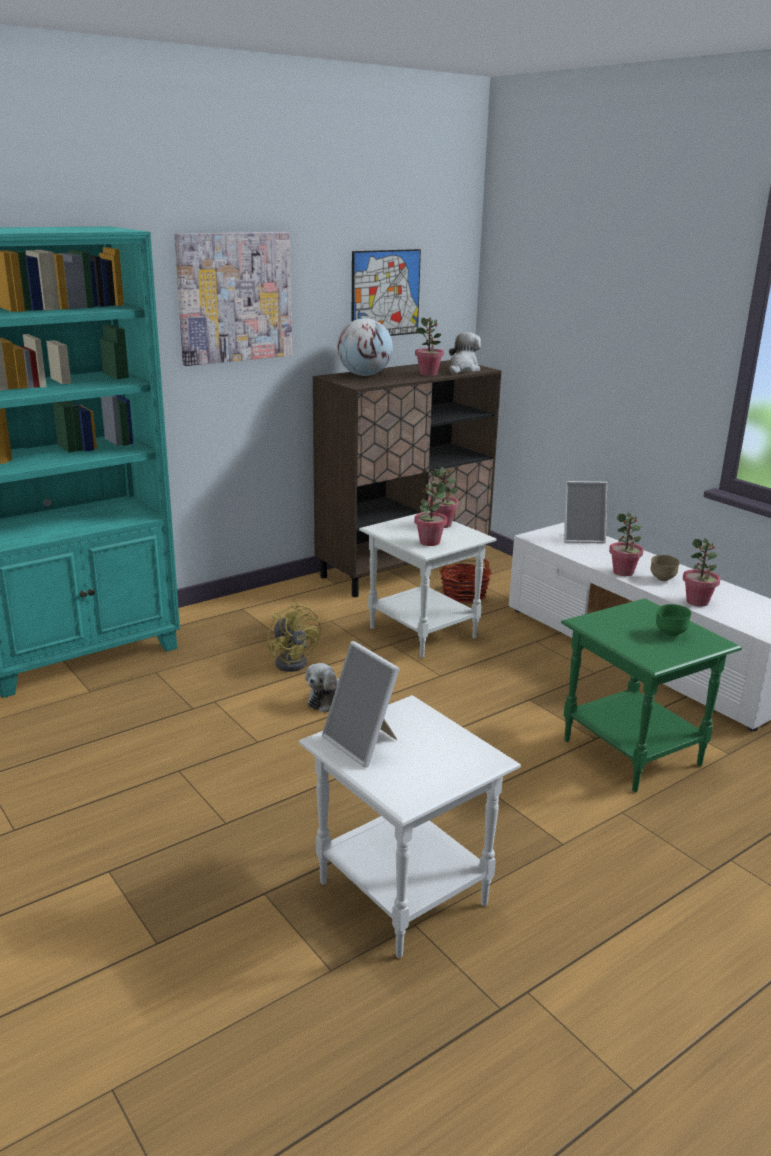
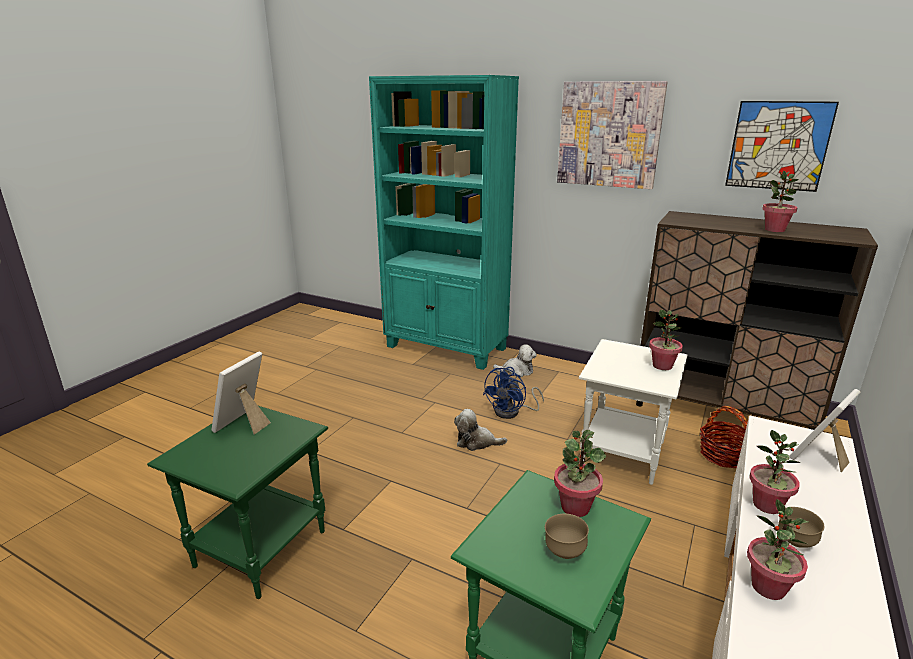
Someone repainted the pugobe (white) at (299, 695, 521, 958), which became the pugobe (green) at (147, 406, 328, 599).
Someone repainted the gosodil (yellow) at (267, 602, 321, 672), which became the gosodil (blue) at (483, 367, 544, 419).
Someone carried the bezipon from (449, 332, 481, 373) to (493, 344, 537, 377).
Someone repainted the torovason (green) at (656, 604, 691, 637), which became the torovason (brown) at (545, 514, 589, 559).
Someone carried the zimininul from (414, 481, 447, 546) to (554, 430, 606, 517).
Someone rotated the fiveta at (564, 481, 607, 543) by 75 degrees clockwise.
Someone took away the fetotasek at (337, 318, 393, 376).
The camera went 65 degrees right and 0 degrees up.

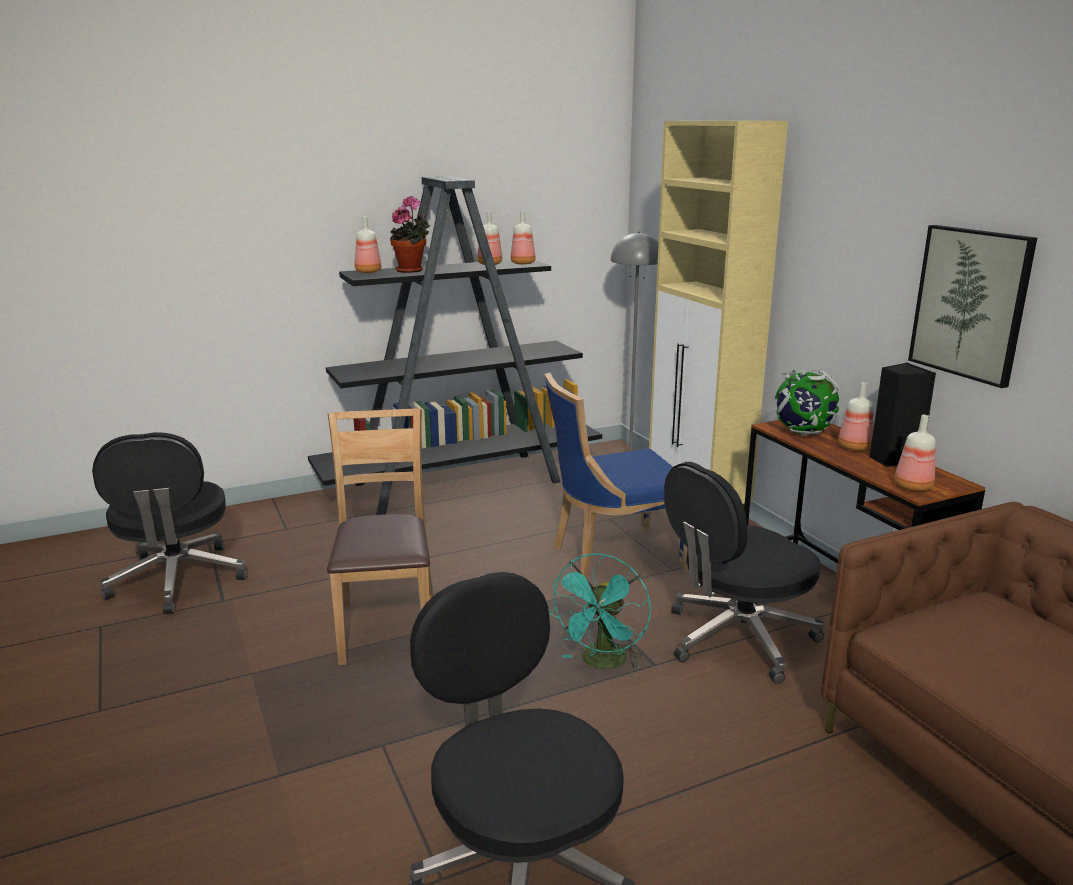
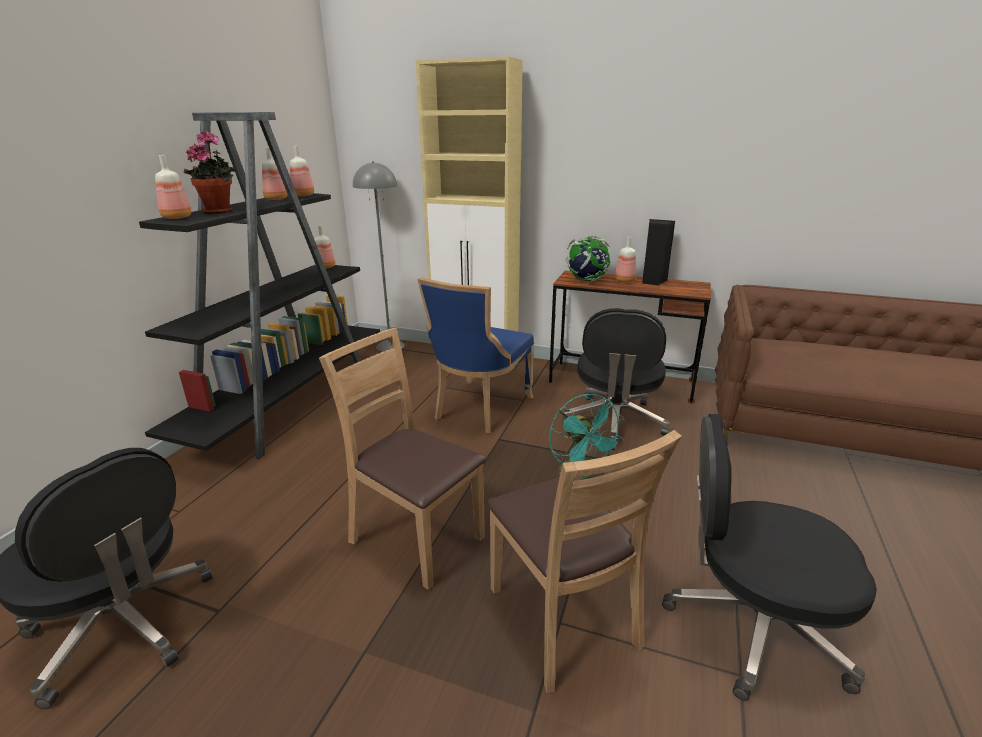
Someone carried the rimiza from (895, 415, 936, 491) to (315, 226, 335, 268).
Someone put down the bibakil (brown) at (487, 430, 682, 693).
Someone took away the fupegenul at (908, 225, 1037, 388).
The camera went 45 degrees left and 5 degrees up.

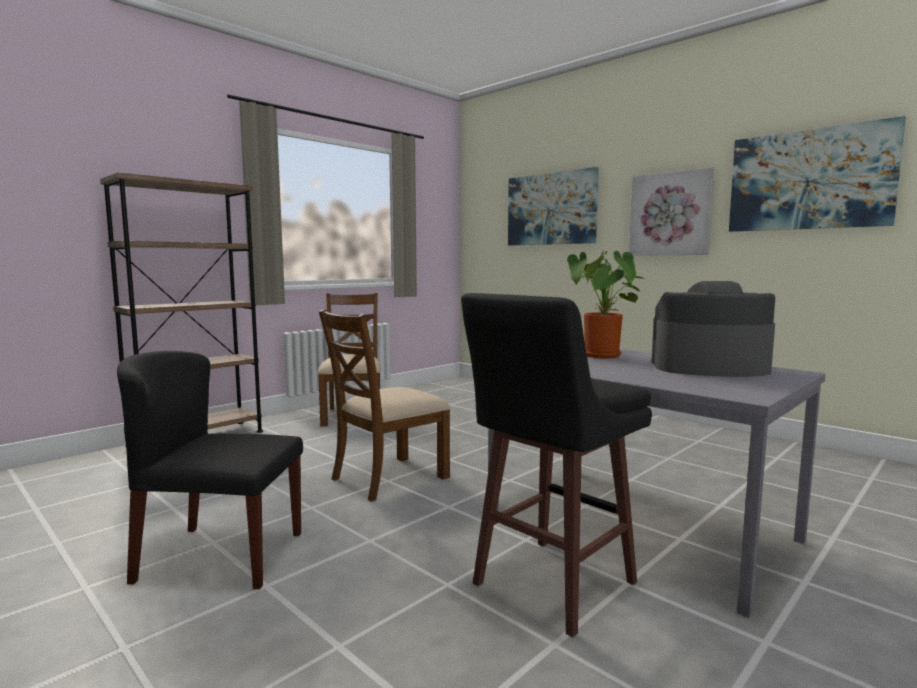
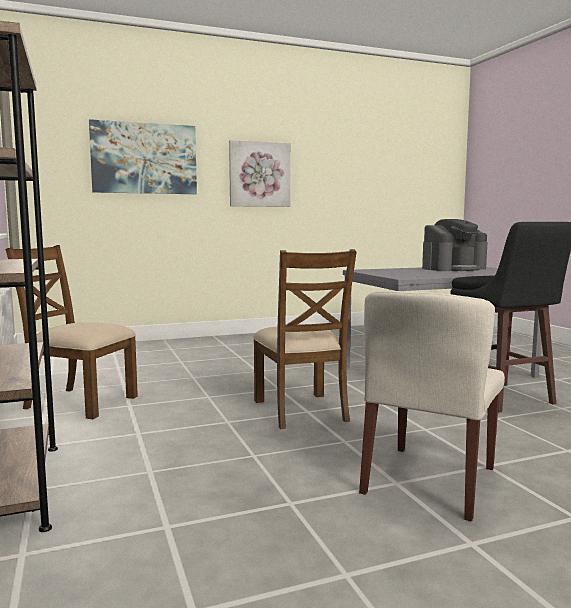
Someone repainted the bibakil (black) at (117, 351, 303, 589), which became the bibakil (beige) at (359, 291, 505, 522).
Someone rotated the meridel at (651, 281, 775, 377) by 150 degrees counterclockwise.
Someone took away the zimininul at (567, 250, 644, 358).
Someone took away the fupegenul at (729, 116, 906, 232).
The camera went 65 degrees left and 0 degrees up.

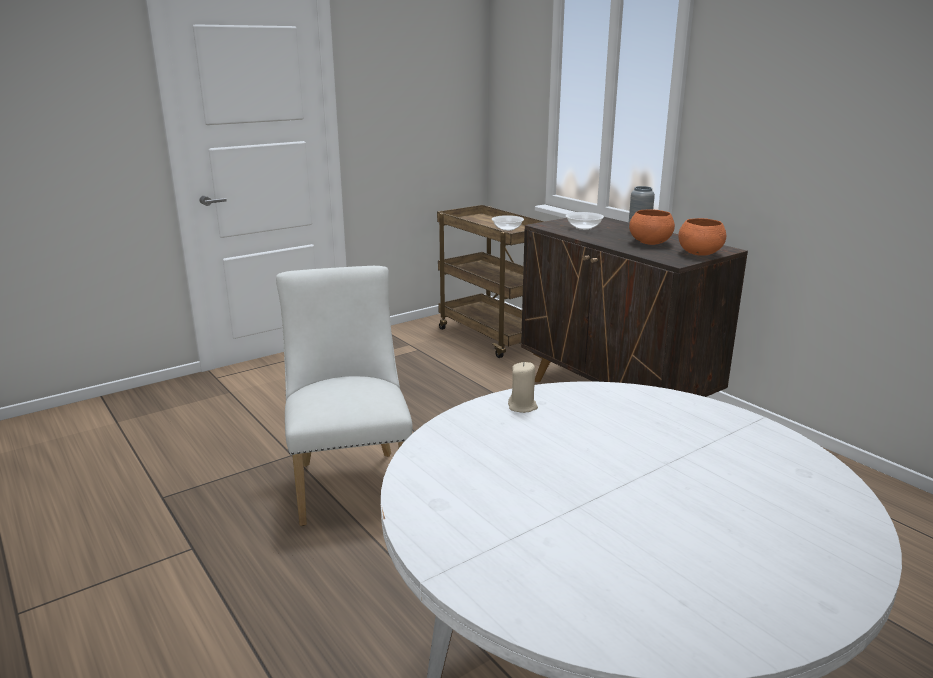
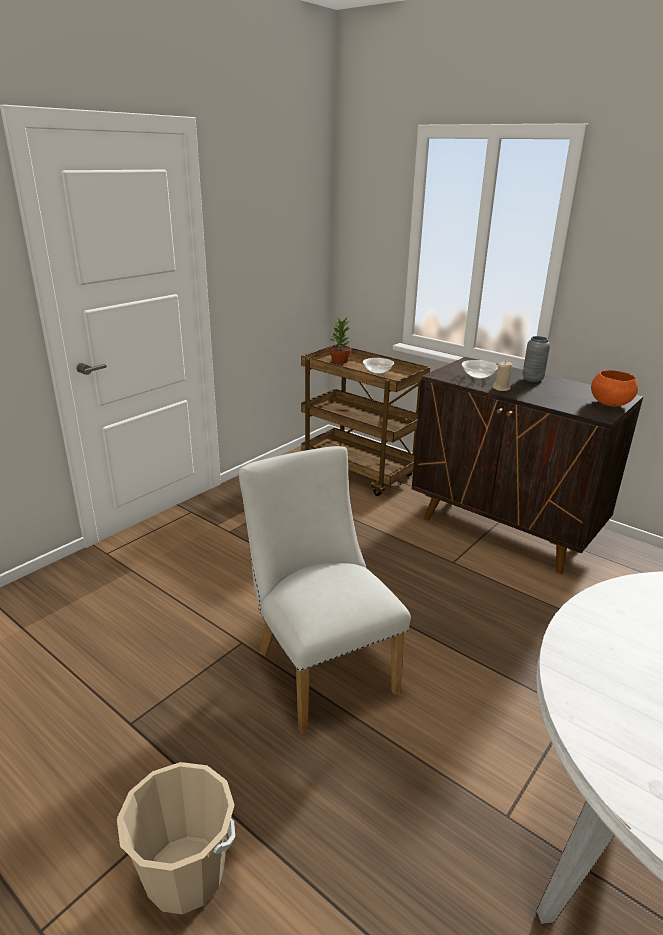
Someone put down the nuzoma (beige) at (117, 762, 235, 914).
Someone put down the zimininul at (329, 316, 351, 364).
Someone carried the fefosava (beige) from (508, 362, 538, 413) to (493, 361, 512, 391).
Someone took away the torovason (orange) at (629, 210, 675, 245).
The camera went 15 degrees left and 5 degrees up.

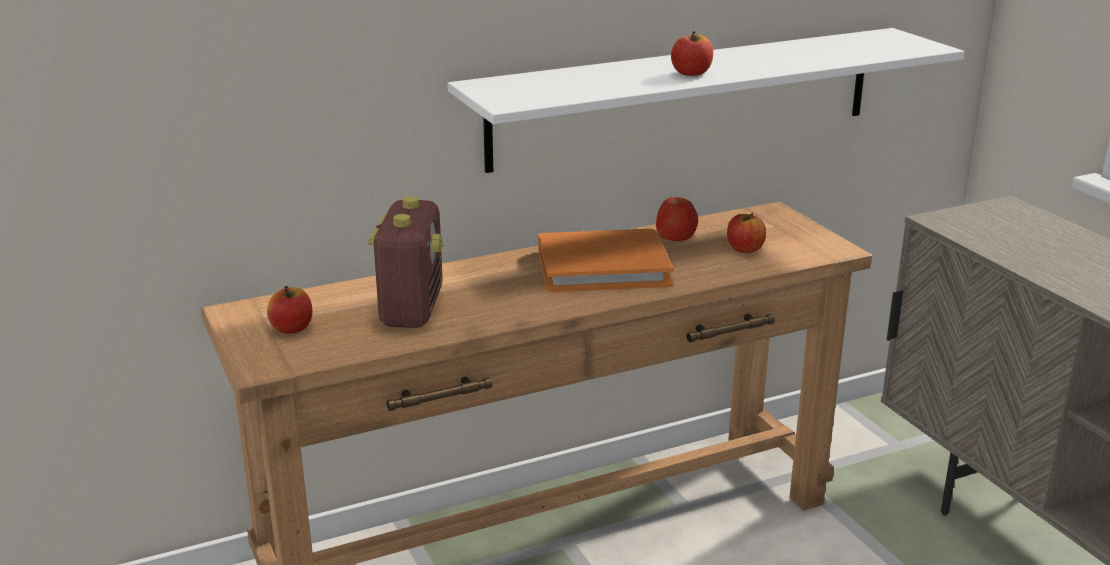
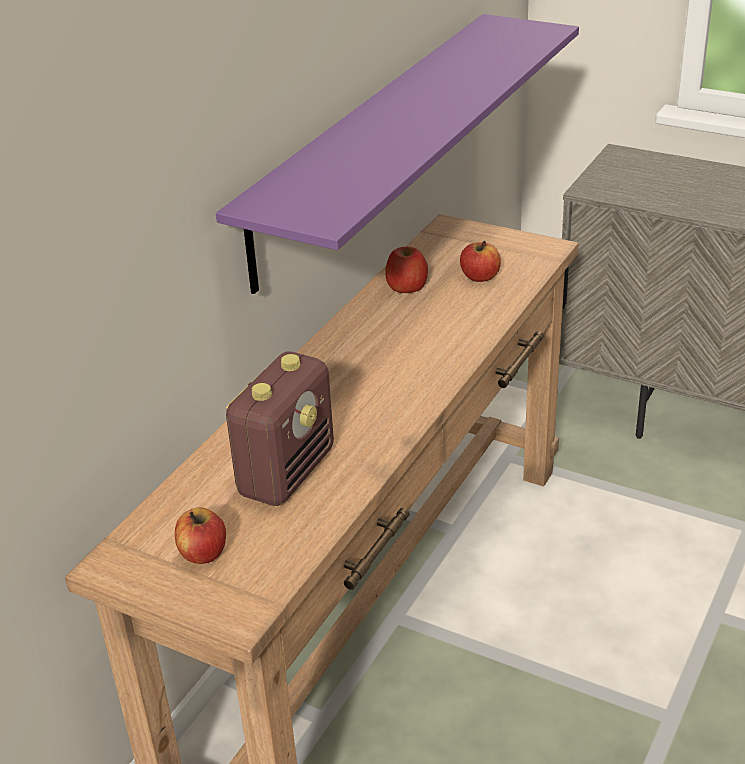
Someone repainted the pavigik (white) at (447, 28, 964, 173), which became the pavigik (purple) at (216, 14, 579, 294).
Someone rotated the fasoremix at (368, 196, 443, 328) by 60 degrees clockwise.
Someone took away the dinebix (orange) at (538, 229, 673, 292).
Someone took away the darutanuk at (671, 31, 713, 76).
The camera went 35 degrees left and 10 degrees up.

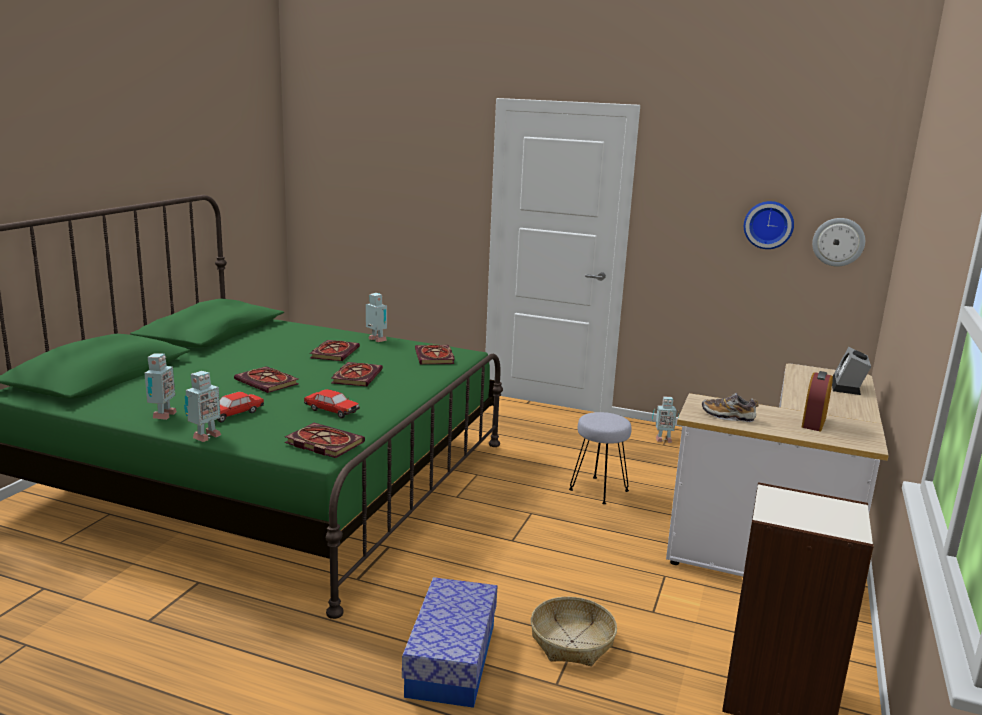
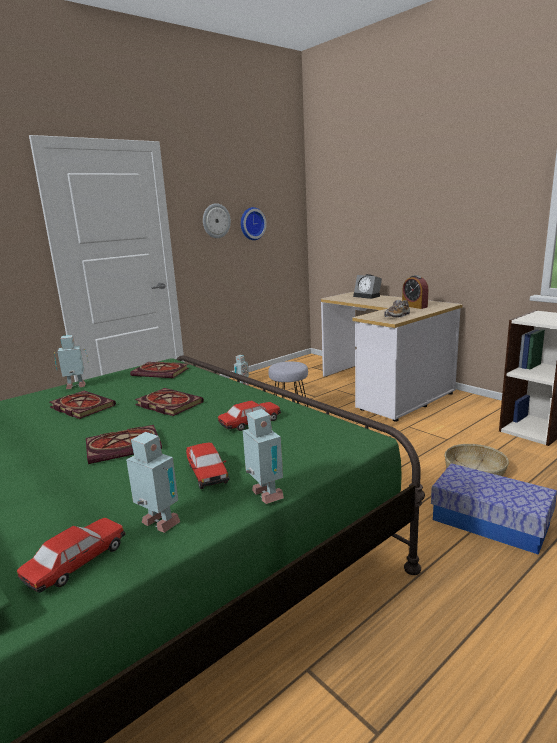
Someone put down the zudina at (17, 518, 125, 593).
Someone carried the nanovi from (812, 218, 865, 267) to (203, 203, 231, 238).
Someone took away the dinebix at (285, 423, 365, 458).
The camera went 60 degrees left and 0 degrees up.

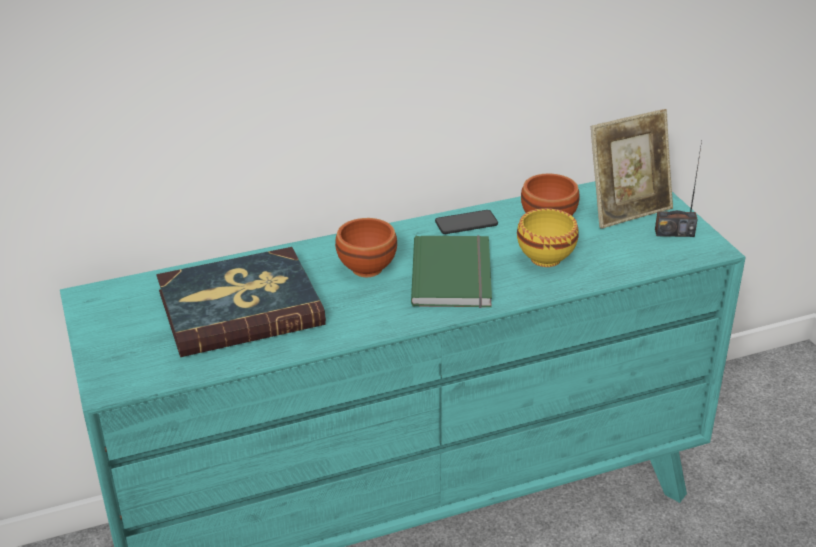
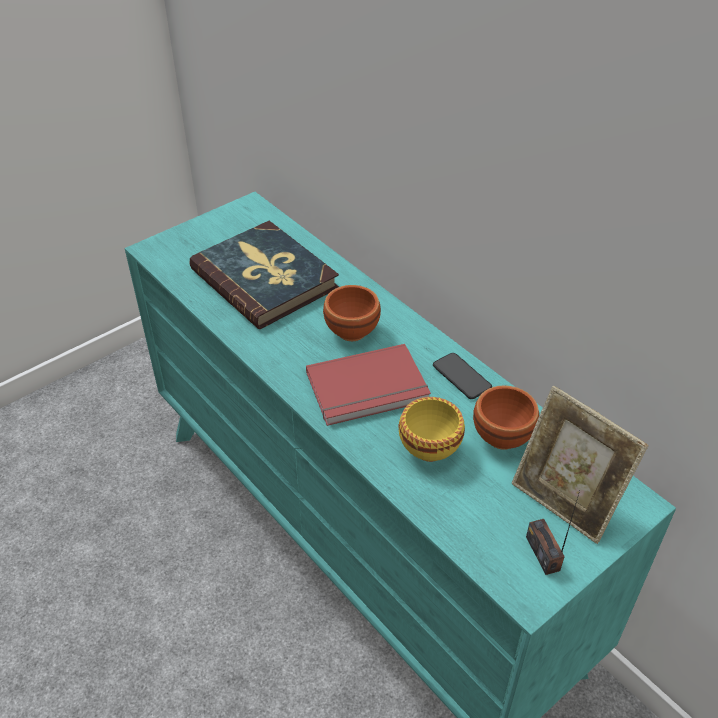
Someone repainted the dinebix (green) at (411, 235, 492, 308), which became the dinebix (red) at (306, 344, 431, 426).
The camera went 70 degrees right and 10 degrees up.

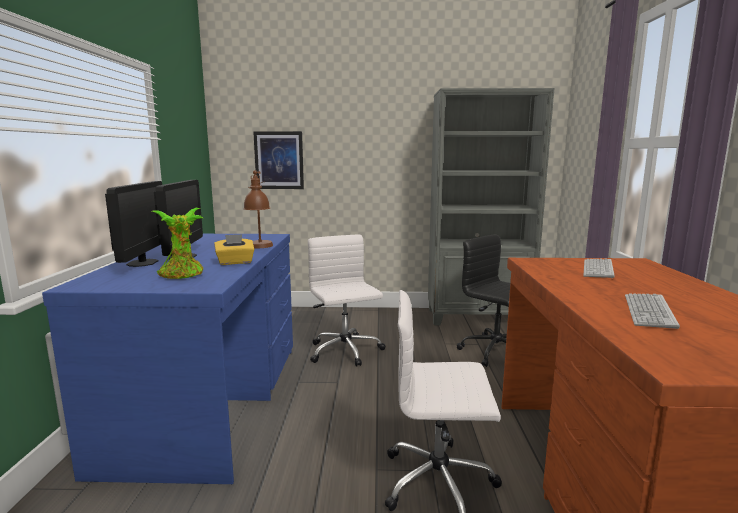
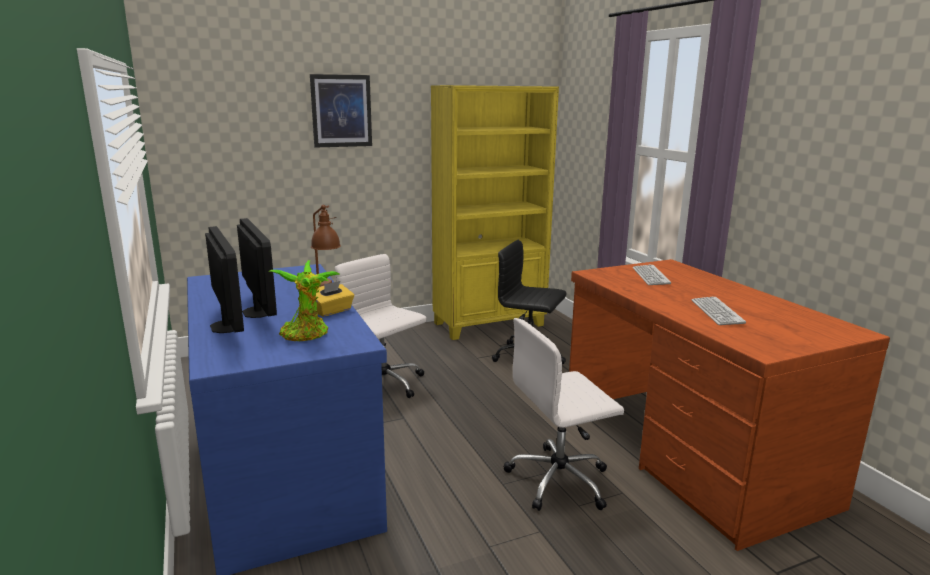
Someone carried the fupegenul from (253, 131, 304, 189) to (310, 74, 372, 148).
Someone repainted the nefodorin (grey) at (428, 88, 555, 325), which became the nefodorin (yellow) at (431, 85, 559, 340).
The camera went 25 degrees left and 5 degrees up.

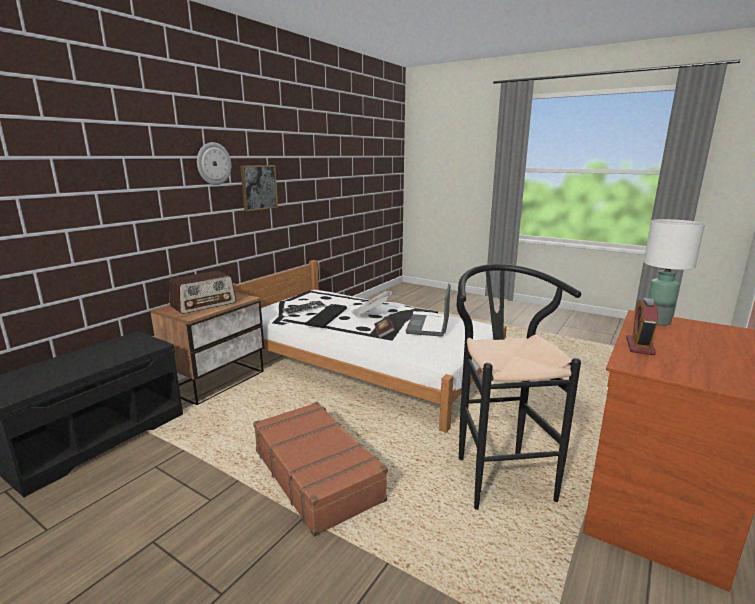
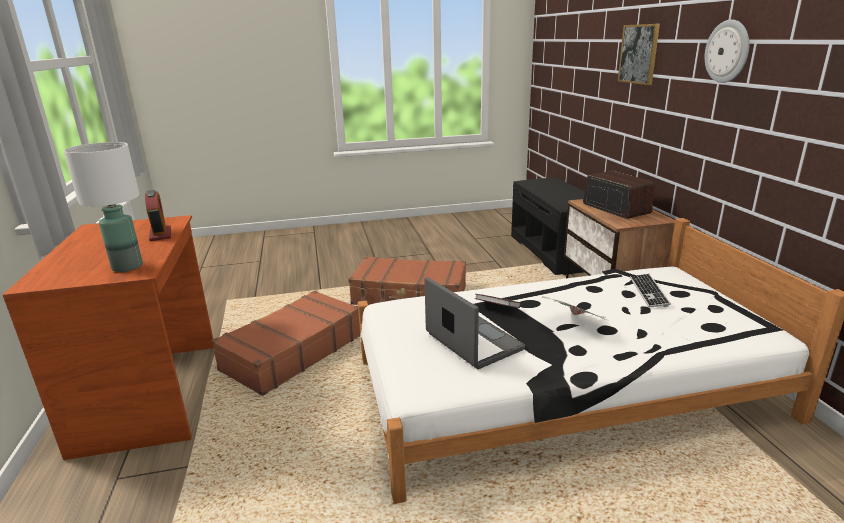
Someone swapped the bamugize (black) at (457, 264, 581, 510) for the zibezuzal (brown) at (212, 291, 360, 396).
Someone rotated the fasoremix at (169, 271, 236, 314) by 150 degrees clockwise.
Someone carried the fupegenul from (240, 165, 278, 211) to (618, 24, 660, 85).
Someone took away the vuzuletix at (305, 304, 347, 328).
The camera went 135 degrees right and 5 degrees up.

